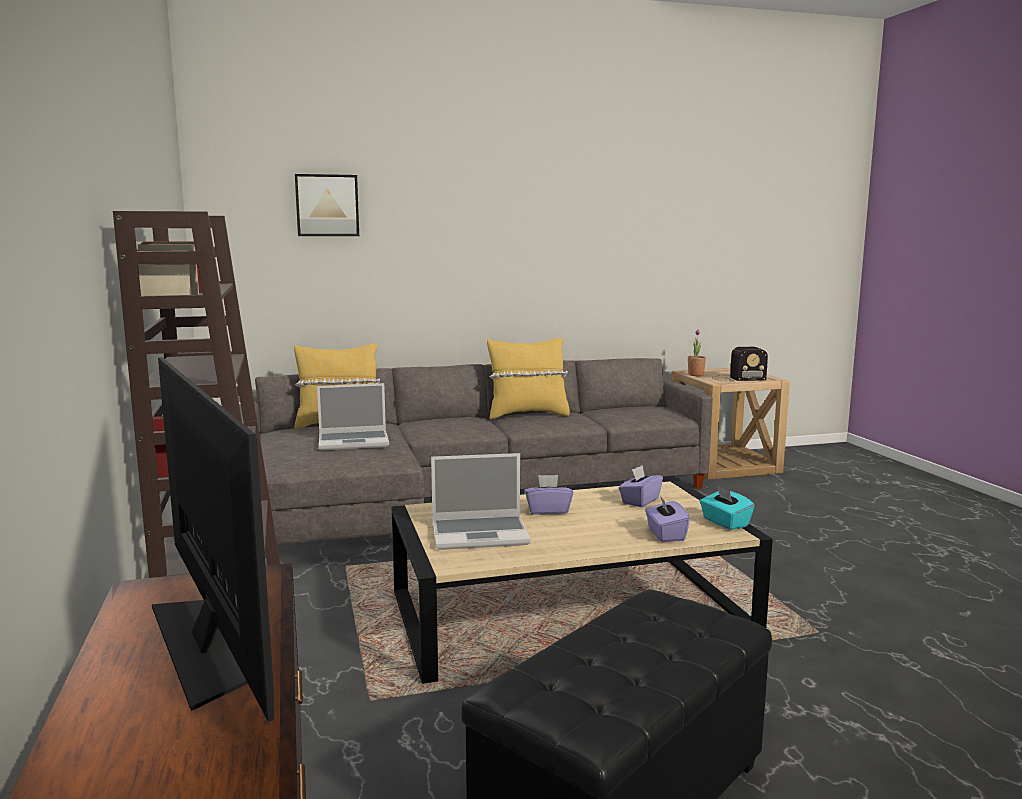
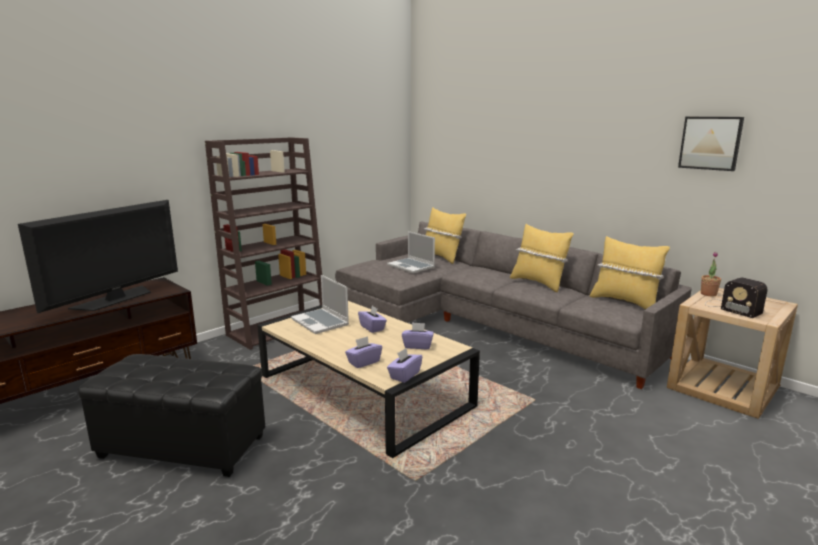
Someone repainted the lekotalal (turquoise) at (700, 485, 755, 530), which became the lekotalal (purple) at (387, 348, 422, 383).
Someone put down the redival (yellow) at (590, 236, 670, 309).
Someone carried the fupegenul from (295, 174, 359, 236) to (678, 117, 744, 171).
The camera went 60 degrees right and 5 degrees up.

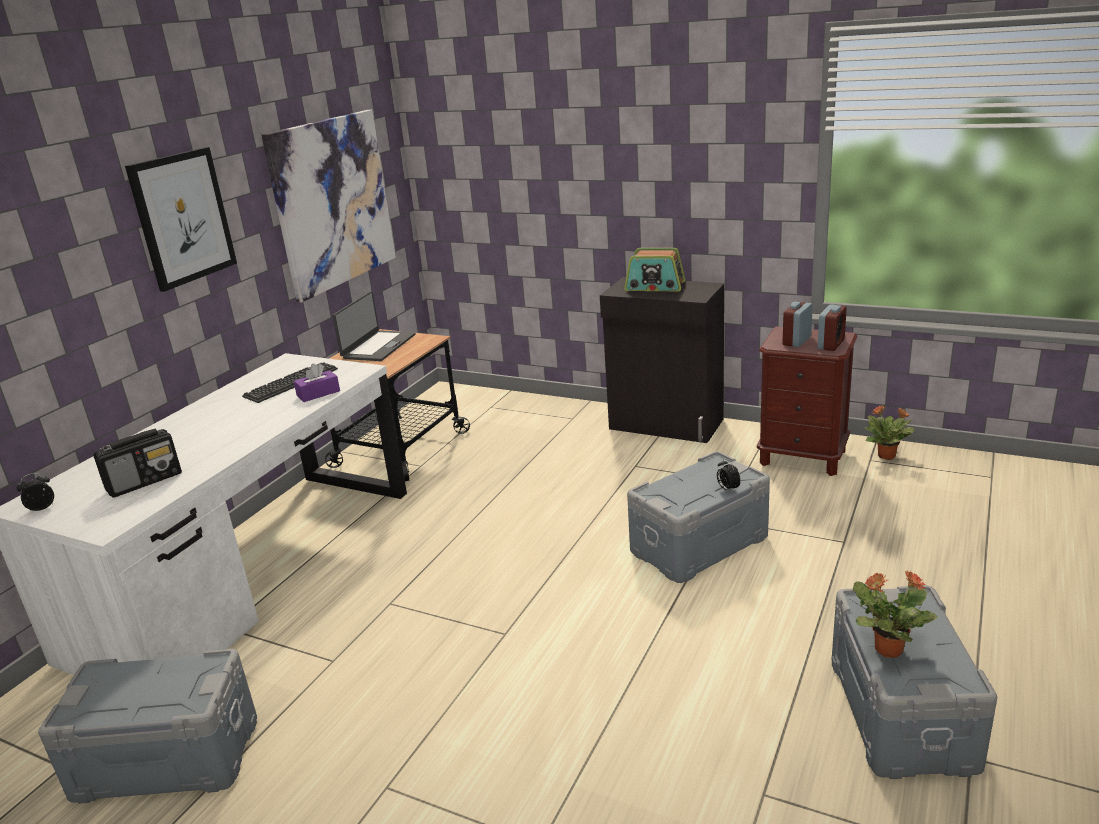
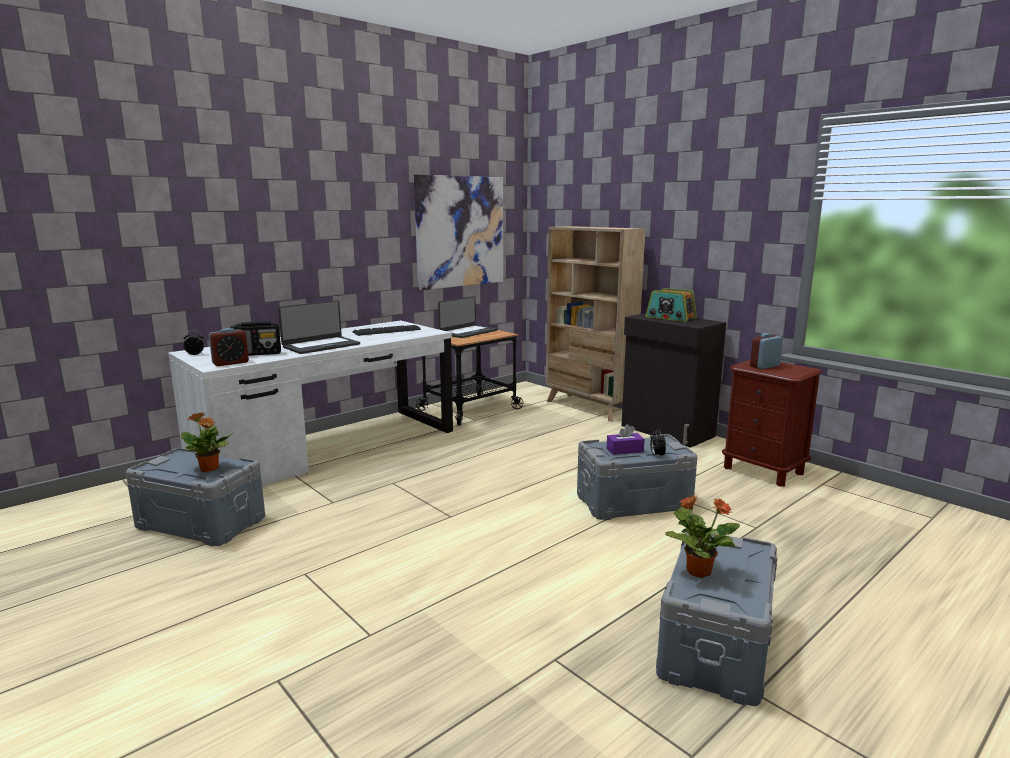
Someone carried the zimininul from (865, 405, 914, 460) to (181, 412, 234, 472).
Someone carried the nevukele from (817, 304, 847, 351) to (209, 328, 249, 366).
Someone put down the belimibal at (278, 300, 360, 354).
Someone put down the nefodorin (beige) at (546, 226, 645, 421).
Someone carried the lekotalal (purple) from (294, 363, 340, 402) to (607, 424, 645, 455).
Someone took away the fupegenul at (125, 147, 237, 292).
The camera went 20 degrees right and 10 degrees down.

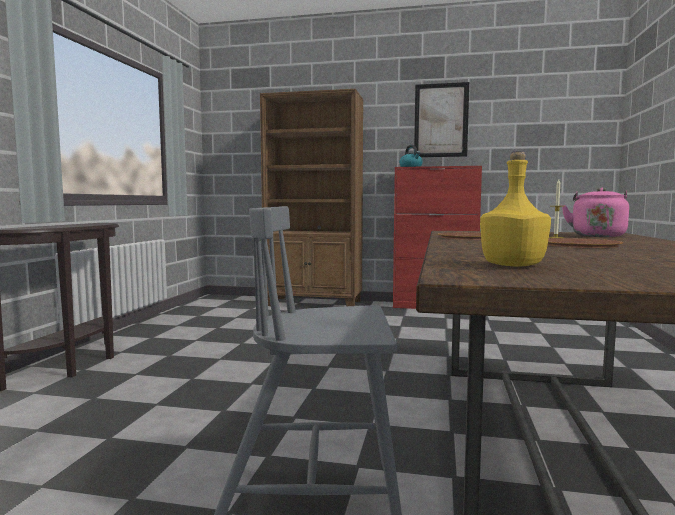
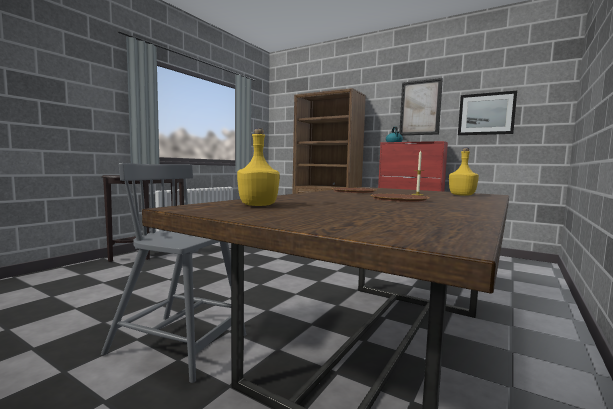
Someone swapped the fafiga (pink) at (562, 188, 629, 237) for the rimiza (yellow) at (449, 148, 479, 196).
Someone put up the fupegenul at (458, 91, 517, 135).
The camera went 20 degrees right and 0 degrees up.

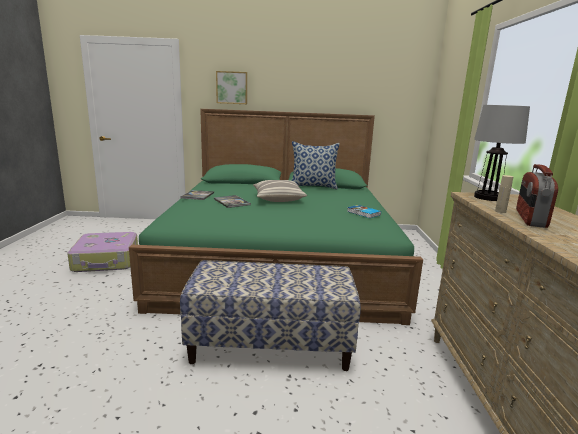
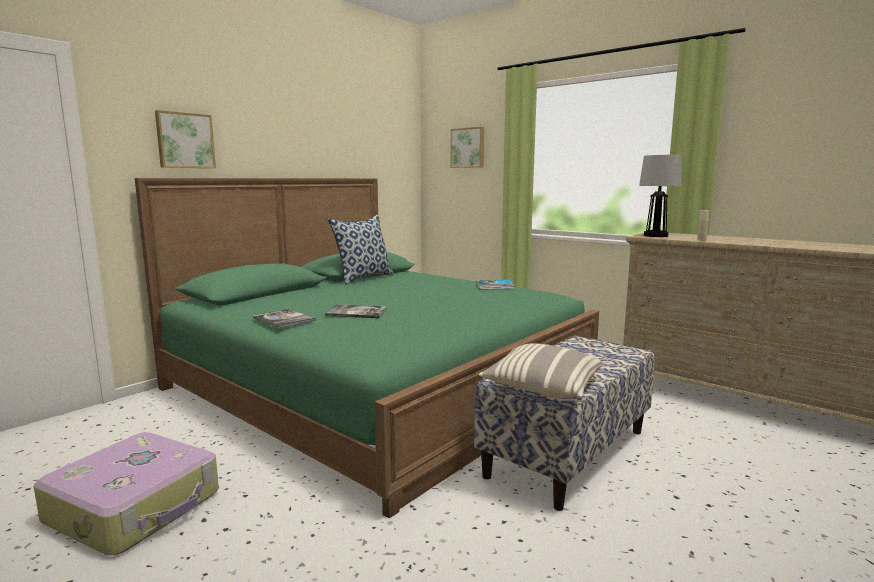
Someone put up the fupegenul at (450, 127, 484, 168).
Someone carried the redival from (253, 180, 307, 202) to (479, 343, 603, 398).
Someone took away the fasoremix at (516, 164, 558, 228).
The camera went 50 degrees left and 5 degrees down.

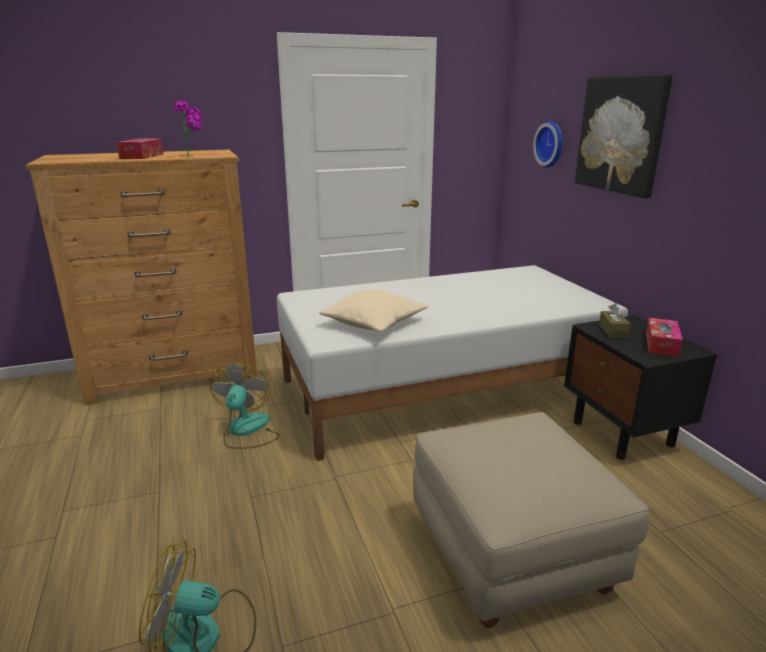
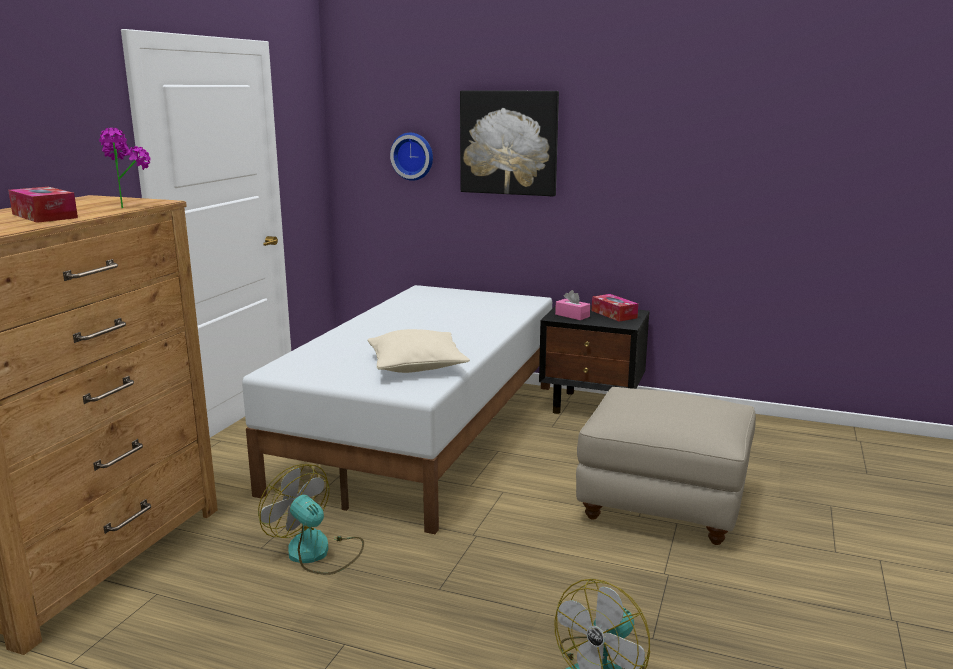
Someone repainted the lekotalal (brown) at (599, 303, 631, 338), which became the lekotalal (pink) at (555, 290, 590, 320).
The camera went 50 degrees left and 5 degrees down.

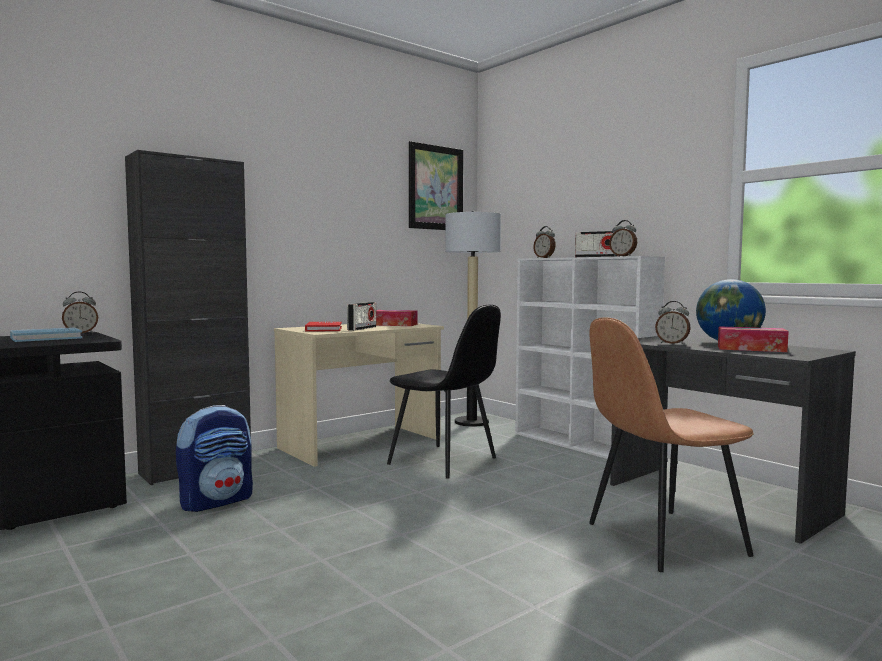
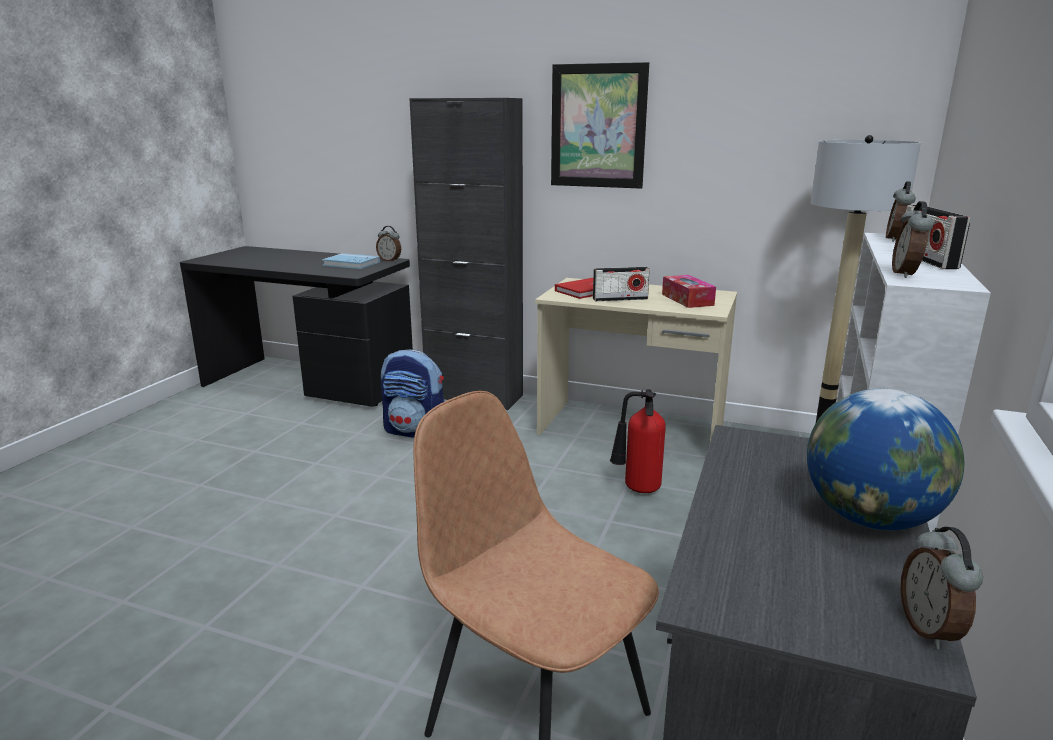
Someone carried the fupegenul from (409, 141, 463, 230) to (551, 62, 649, 189).
Someone swapped the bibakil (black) at (387, 304, 501, 479) for the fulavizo at (610, 389, 666, 493).
Someone carried the nevukele from (655, 301, 691, 344) to (901, 527, 983, 649).
Someone took away the lekotalal at (718, 326, 789, 352).
The camera went 60 degrees right and 15 degrees up.

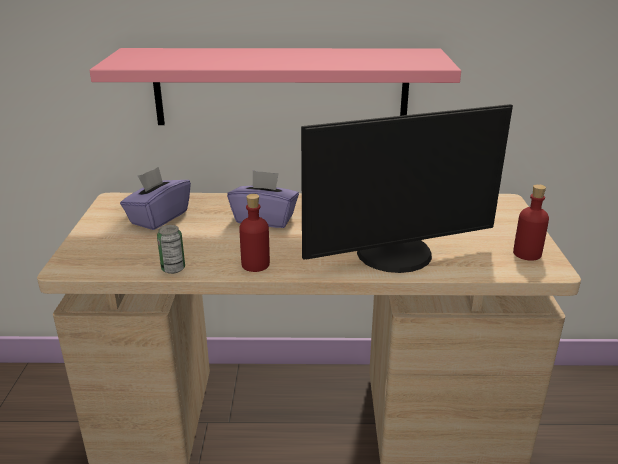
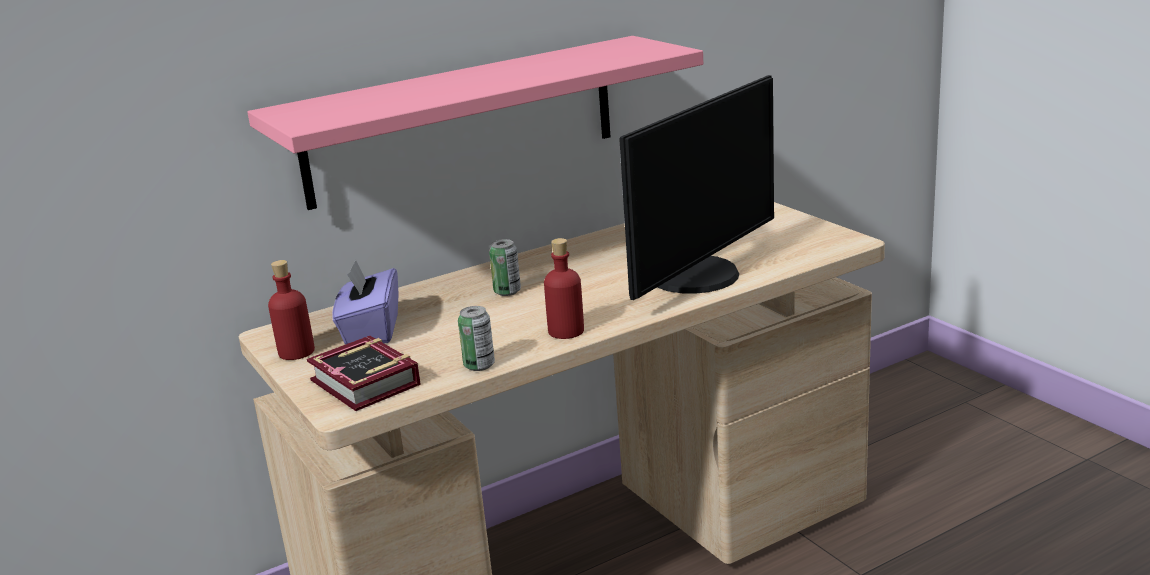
Someone carried the rimiza (red) from (513, 184, 549, 261) to (268, 260, 315, 360).
Someone put down the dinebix at (307, 336, 421, 411).
Someone swapped the lekotalal (purple) at (227, 170, 299, 228) for the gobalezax at (489, 239, 521, 296).
The camera went 30 degrees left and 5 degrees down.

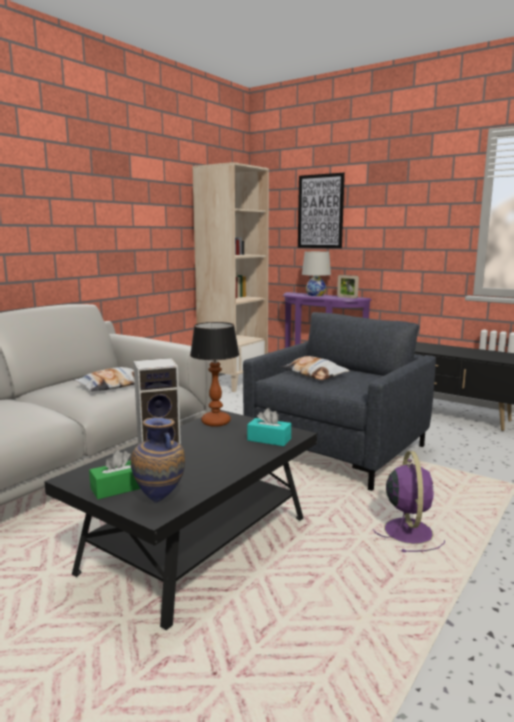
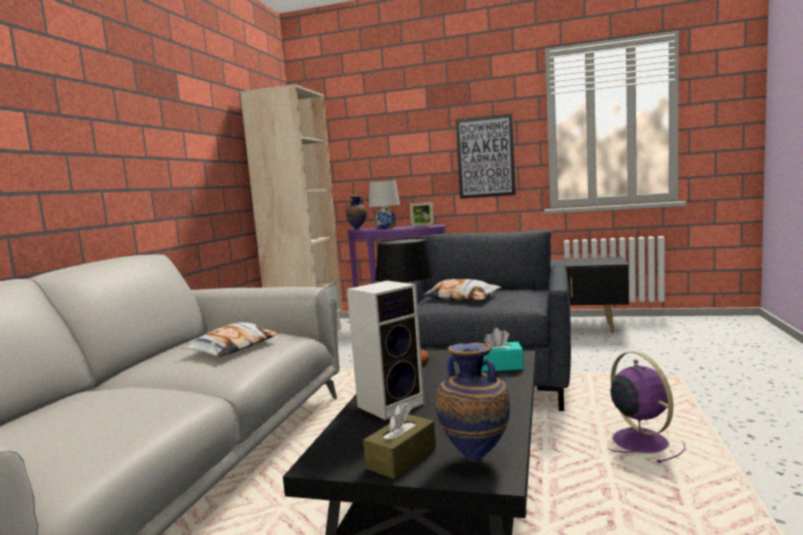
Someone put down the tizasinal at (346, 195, 367, 229).
Someone repainted the lekotalal (green) at (89, 450, 141, 499), which became the lekotalal (brown) at (363, 402, 436, 479).
Someone carried the fupegenul from (298, 173, 345, 248) to (456, 113, 516, 199).
The camera went 20 degrees left and 5 degrees down.

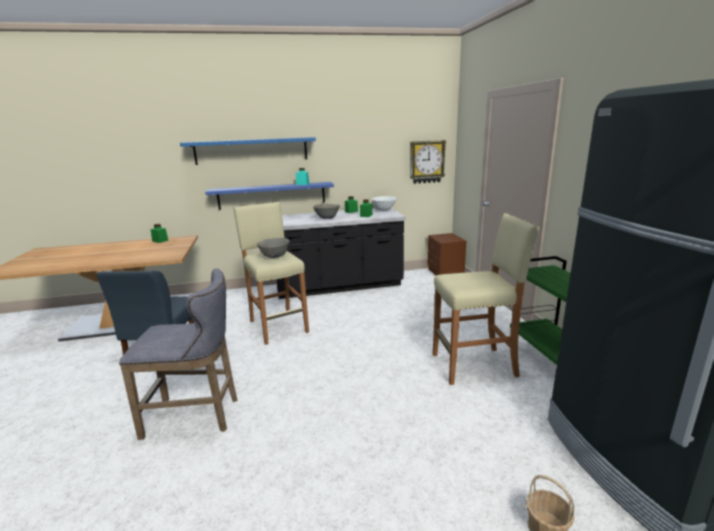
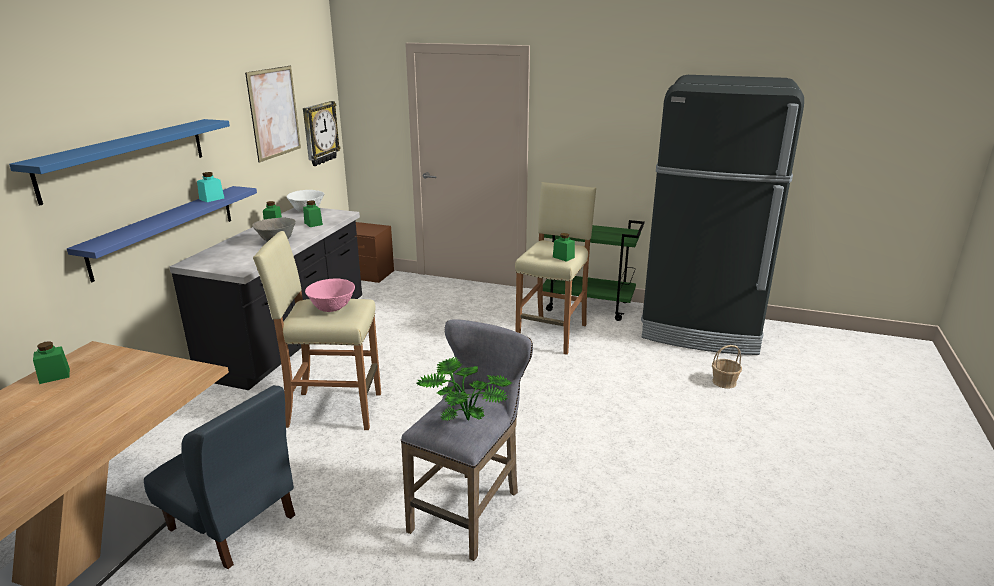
Someone put up the fupegenul at (245, 66, 301, 163).
Someone repainted the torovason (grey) at (257, 238, 289, 258), which became the torovason (pink) at (305, 279, 355, 312).
Someone put down the zimininul at (416, 357, 511, 421).
Someone put down the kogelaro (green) at (553, 233, 575, 262).
The camera went 60 degrees left and 5 degrees up.

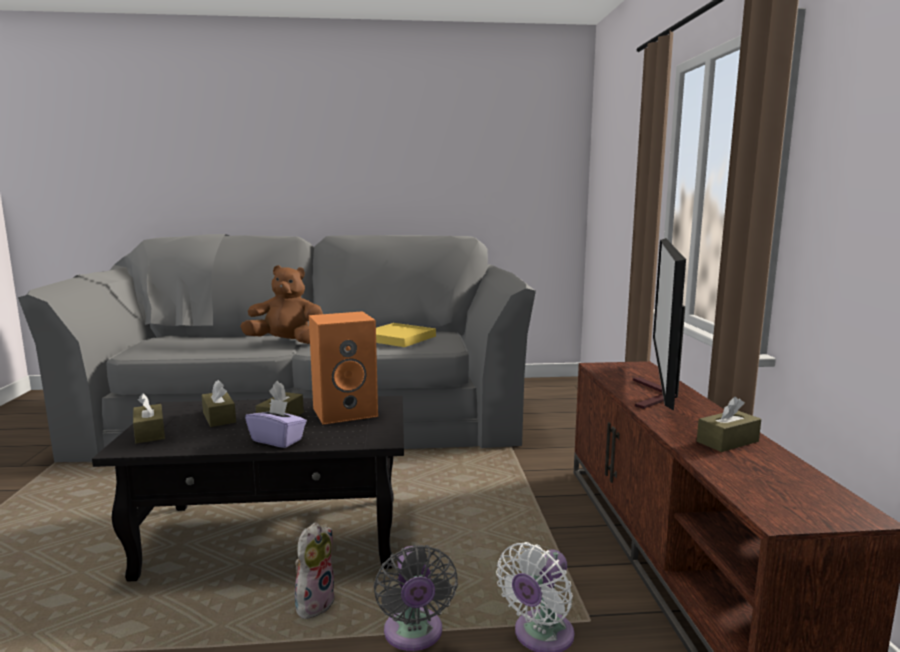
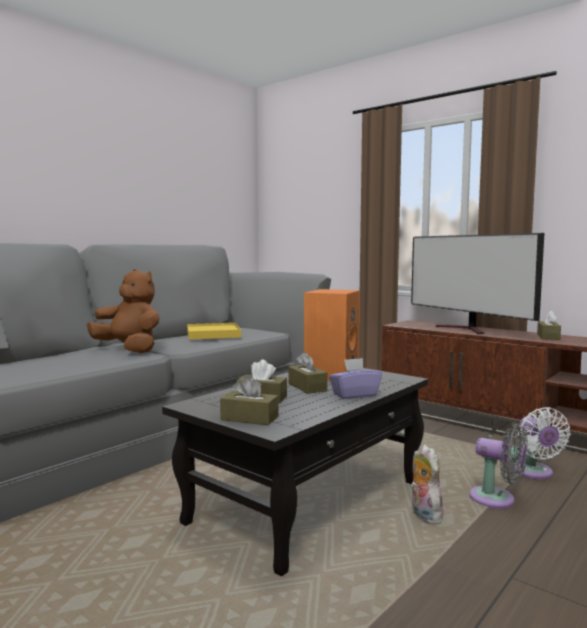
Someone rotated the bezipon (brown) at (240, 265, 323, 344) by 75 degrees clockwise.
The camera went 45 degrees left and 5 degrees down.

